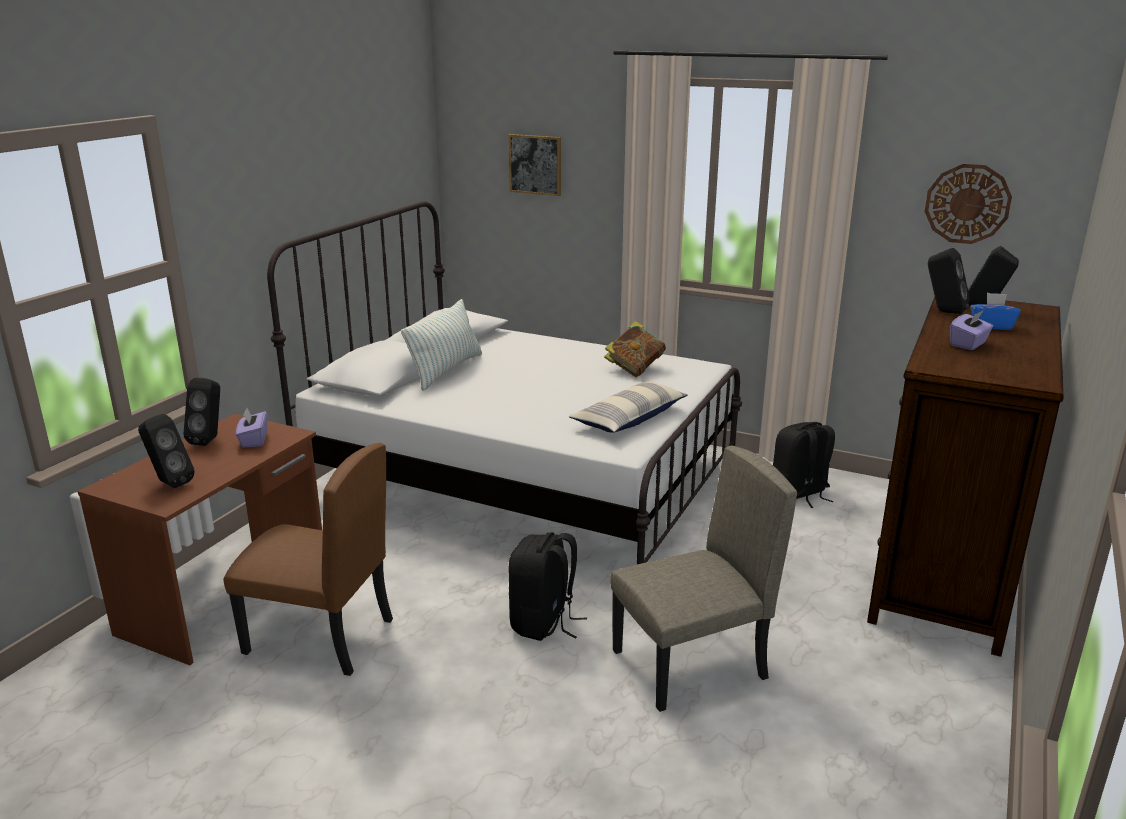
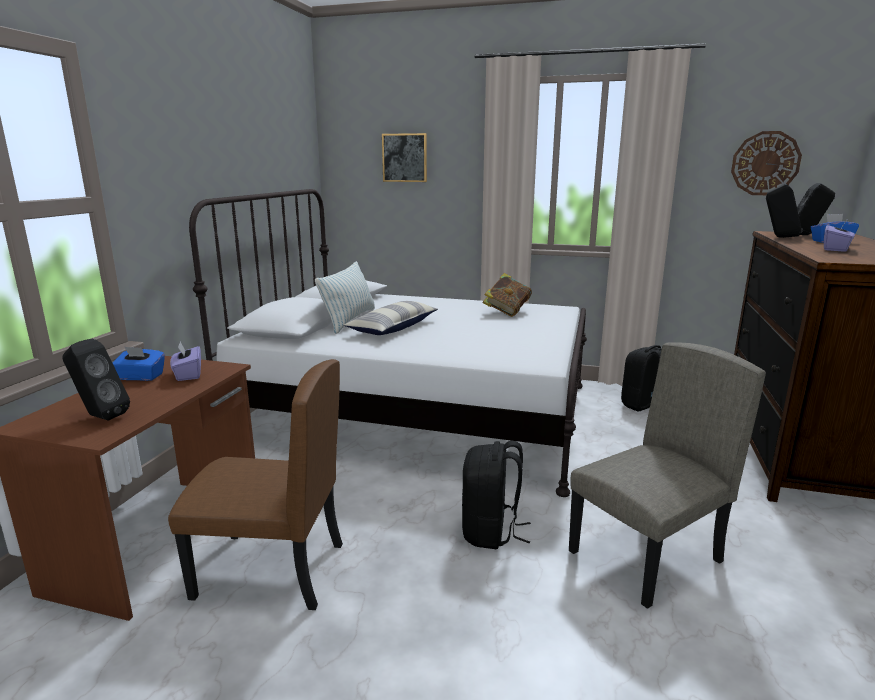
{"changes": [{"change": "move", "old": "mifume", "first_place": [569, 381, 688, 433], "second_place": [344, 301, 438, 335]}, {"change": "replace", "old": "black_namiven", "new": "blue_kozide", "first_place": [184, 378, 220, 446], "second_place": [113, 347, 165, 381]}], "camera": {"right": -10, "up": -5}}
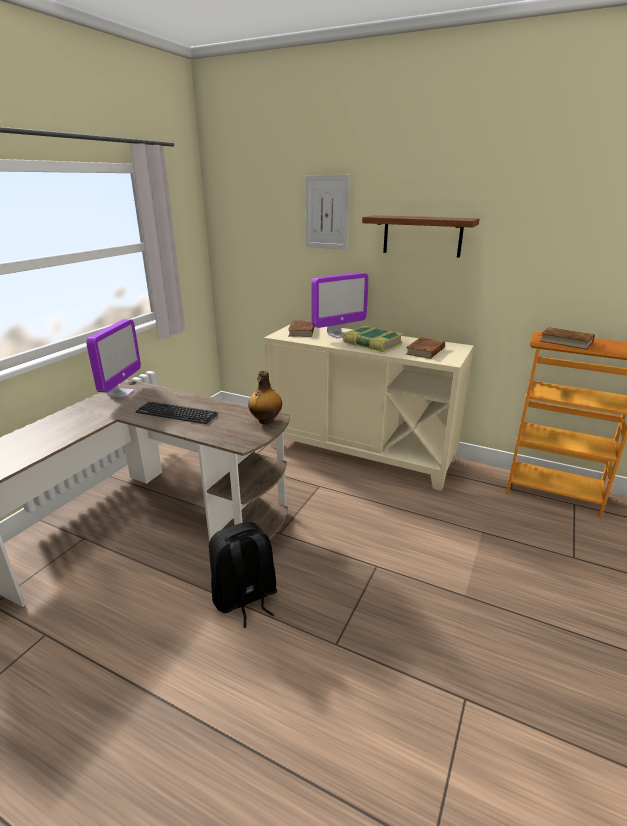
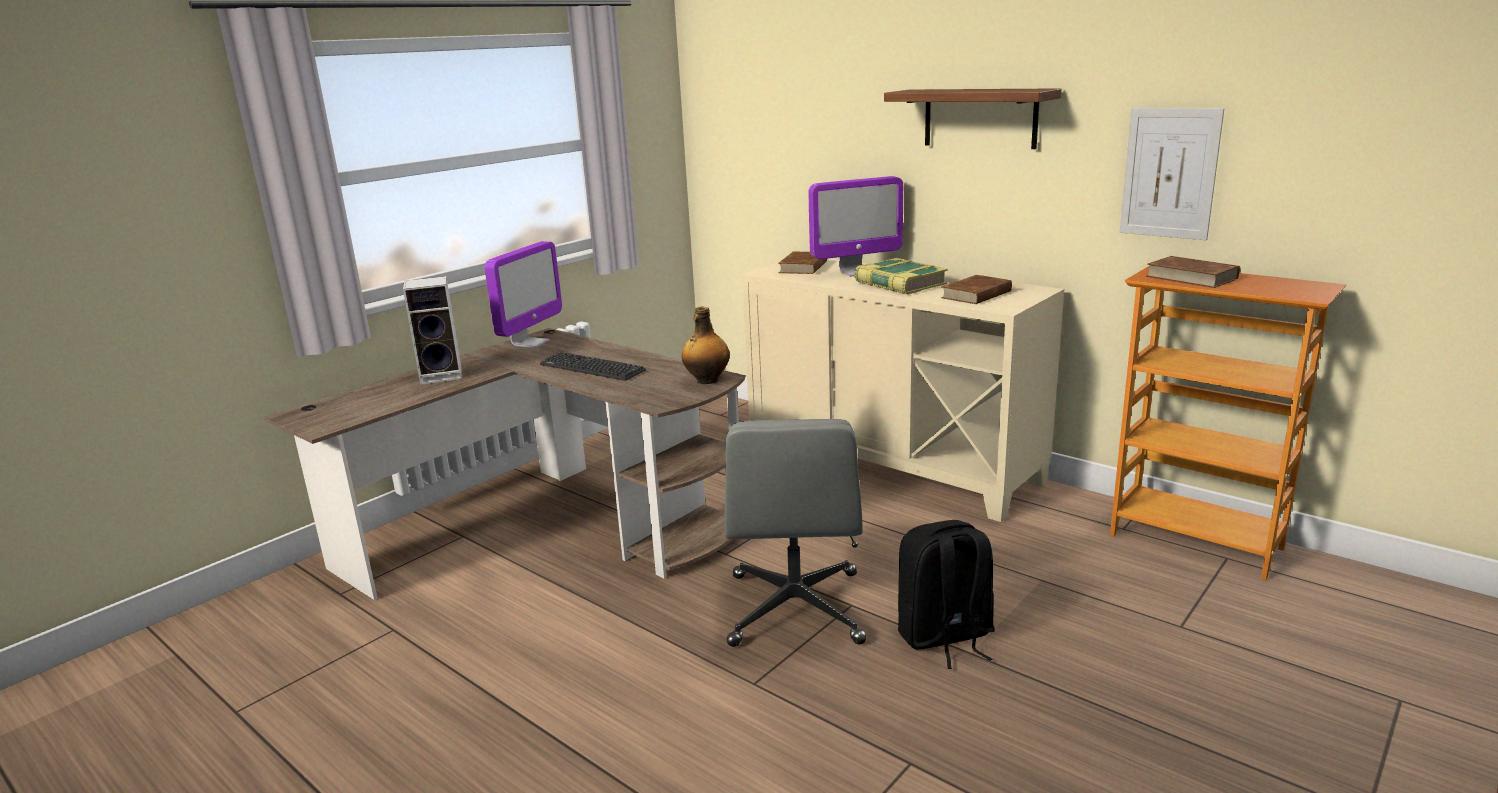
{"changes": [{"change": "insert", "new": "namiven", "second_place": [403, 276, 462, 385]}, {"change": "insert", "new": "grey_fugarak", "second_place": [725, 419, 866, 647]}, {"change": "move", "old": "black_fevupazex", "first_place": [209, 522, 277, 628], "second_place": [898, 520, 995, 669]}, {"change": "move", "old": "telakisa", "first_place": [306, 175, 349, 250], "second_place": [1120, 108, 1224, 240]}], "camera": {"right": 15, "up": -5}}
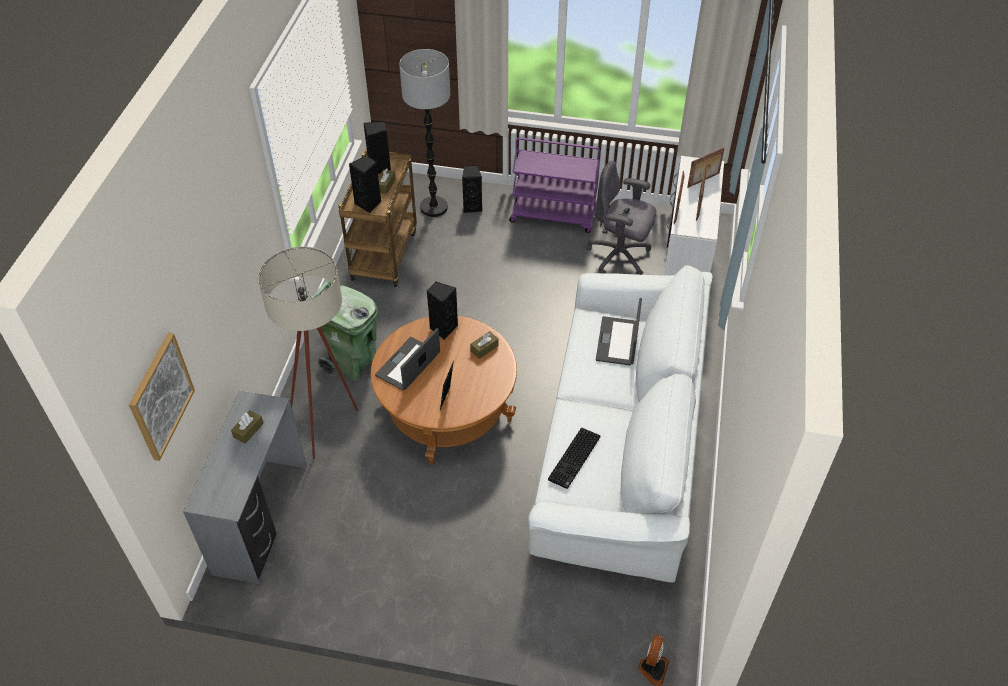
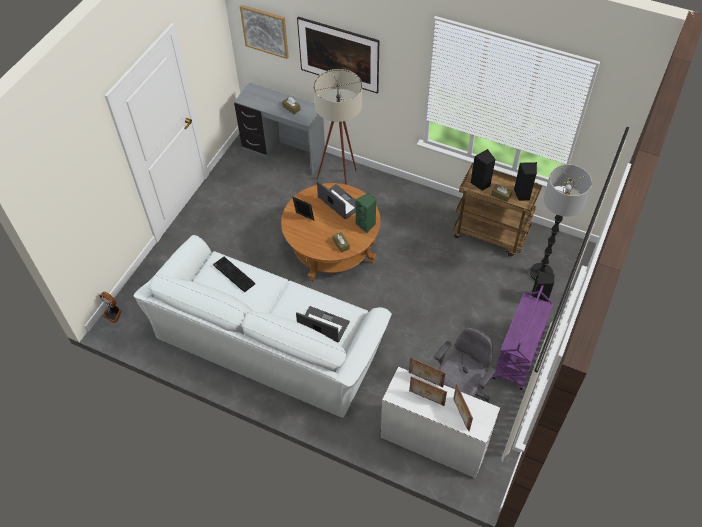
{"changes": [{"change": "delete", "old": "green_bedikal", "first_place": [310, 280, 378, 381]}, {"change": "insert", "new": "telakisa", "second_place": [297, 17, 379, 94]}, {"change": "recolor", "old": "black_namiven", "new": "green_namiven", "first_place": [427, 282, 458, 340], "second_place": [355, 193, 376, 233]}], "camera": {"right": 105, "up": 5}}
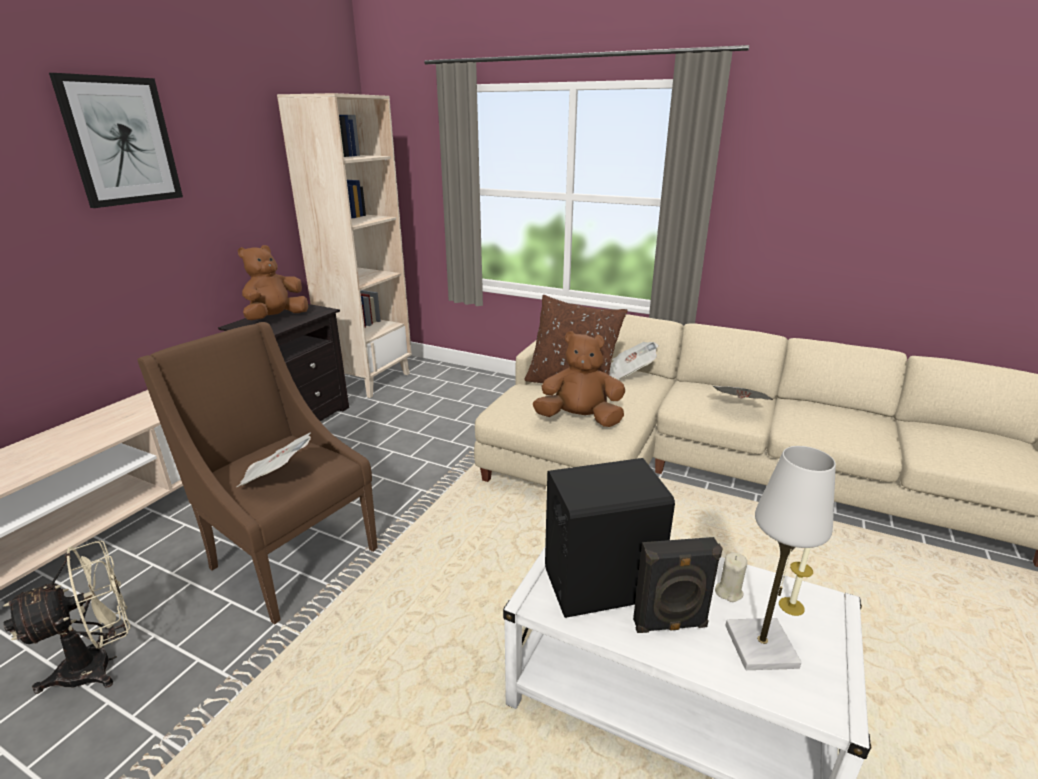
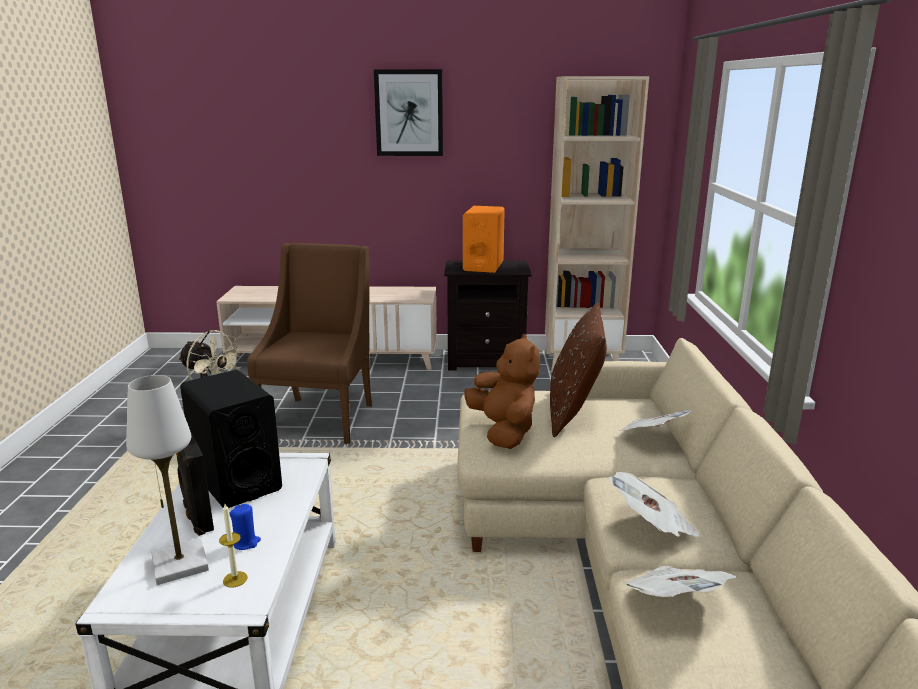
{"changes": [{"change": "move", "old": "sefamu", "first_place": [236, 432, 311, 488], "second_place": [622, 565, 737, 597]}, {"change": "replace", "old": "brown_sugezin", "new": "orange_namiven", "first_place": [238, 245, 308, 320], "second_place": [463, 206, 505, 273]}, {"change": "recolor", "old": "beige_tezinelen", "new": "blue_tezinelen", "first_place": [715, 552, 747, 602], "second_place": [229, 504, 261, 550]}], "camera": {"right": 65, "up": -5}}
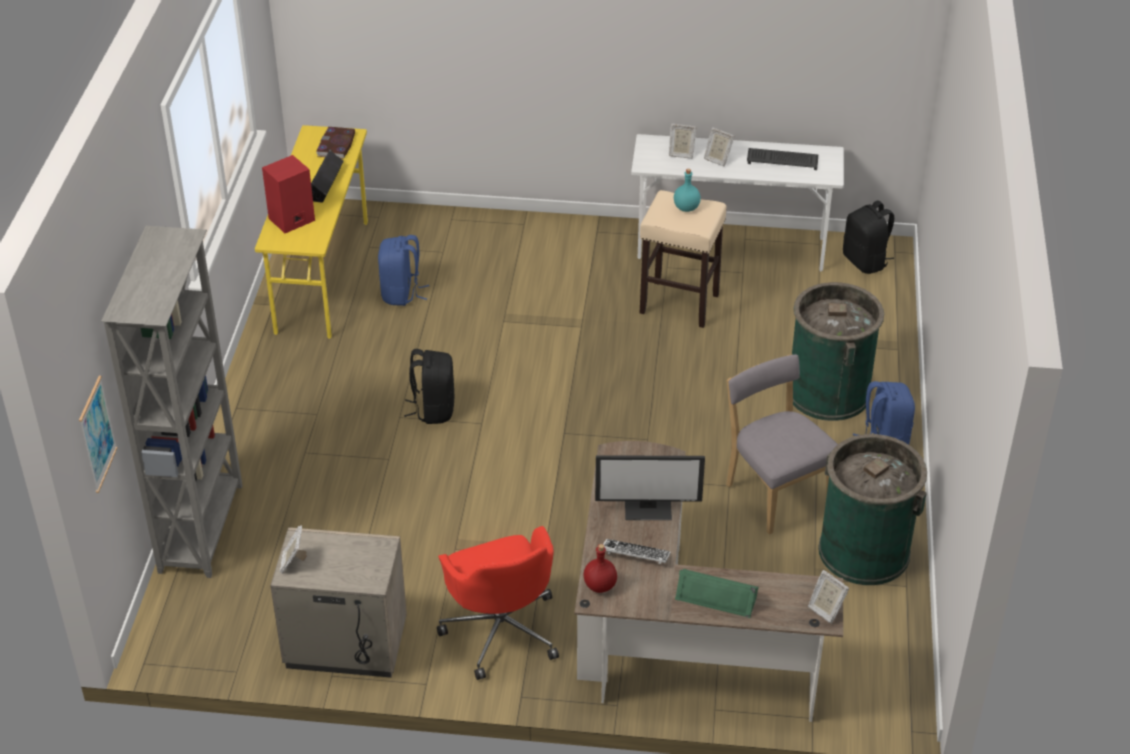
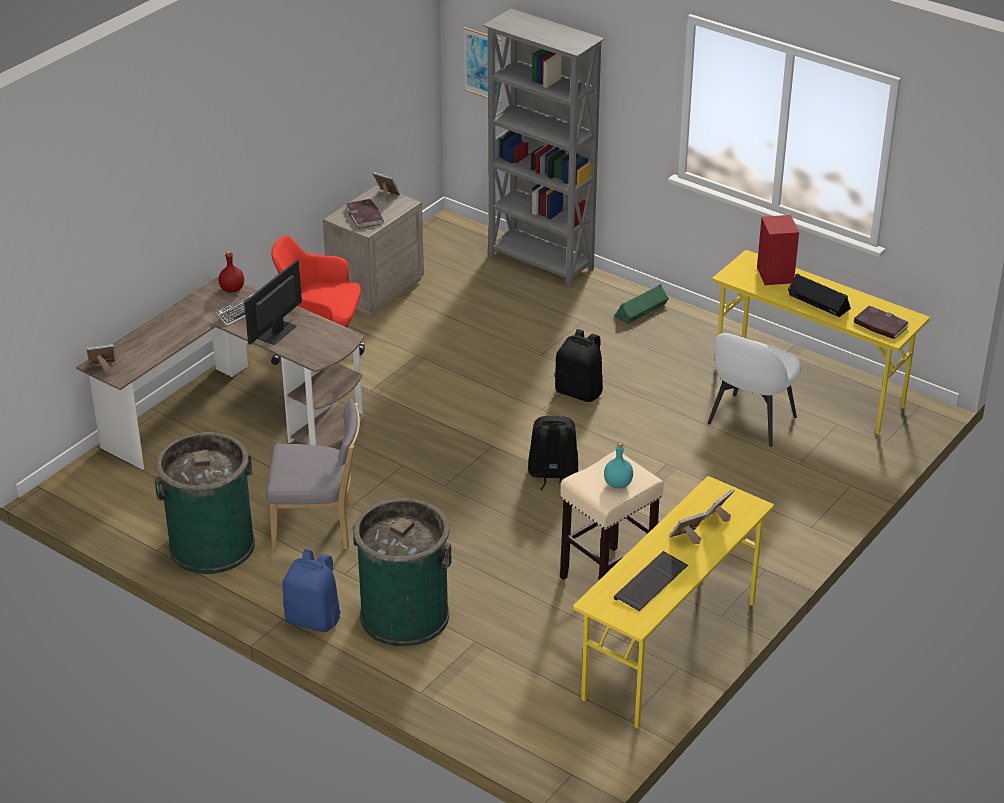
{"changes": [{"change": "insert", "new": "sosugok", "second_place": [345, 199, 384, 229]}, {"change": "move", "old": "green_namiven", "first_place": [675, 569, 759, 618], "second_place": [614, 284, 669, 324]}, {"change": "move", "old": "black_fevupazex", "first_place": [843, 200, 894, 274], "second_place": [528, 416, 578, 490]}, {"change": "replace", "old": "blue_fevupazex", "new": "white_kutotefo", "first_place": [378, 235, 429, 306], "second_place": [708, 333, 801, 447]}, {"change": "recolor", "old": "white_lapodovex", "new": "yellow_lapodovex", "first_place": [631, 134, 844, 271], "second_place": [573, 476, 774, 728]}], "camera": {"right": 120, "up": -5}}
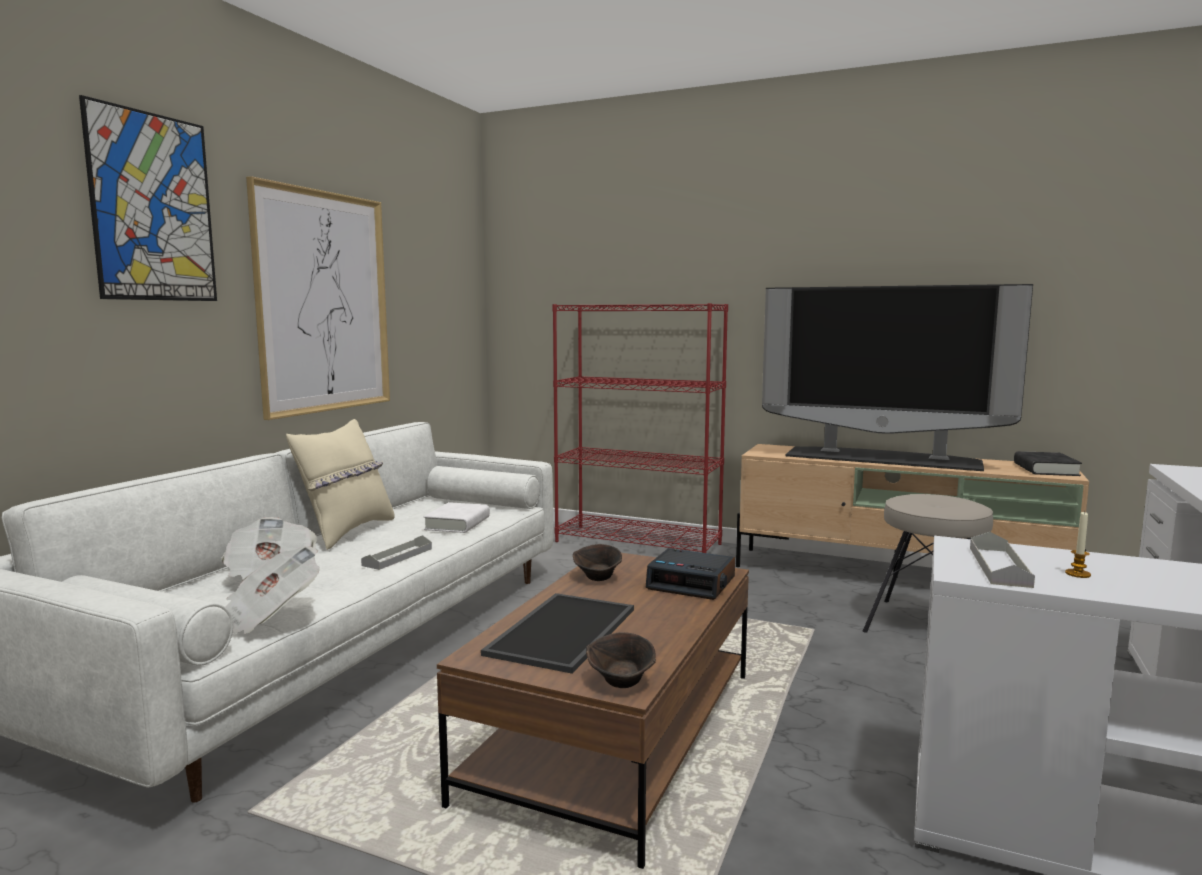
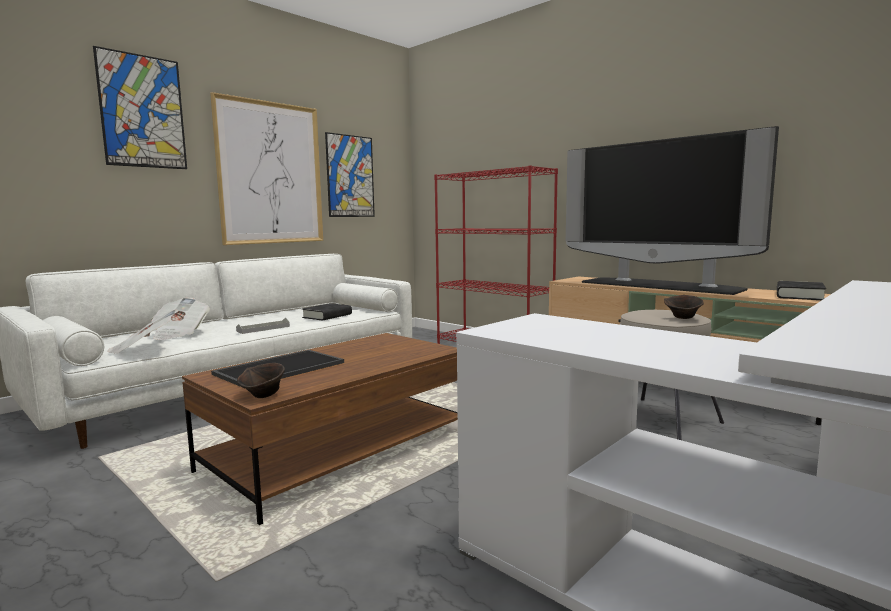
{"changes": [{"change": "delete", "old": "beige_mifume", "first_place": [286, 419, 395, 550]}, {"change": "delete", "old": "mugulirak", "first_place": [646, 548, 735, 600]}, {"change": "delete", "old": "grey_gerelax", "first_place": [970, 532, 1035, 588]}, {"change": "delete", "old": "tezinelen", "first_place": [1065, 511, 1091, 578]}, {"change": "insert", "new": "telakisa", "second_place": [325, 132, 375, 217]}, {"change": "move", "old": "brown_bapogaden", "first_place": [573, 544, 622, 581], "second_place": [664, 295, 704, 319]}, {"change": "recolor", "old": "white_sosugok", "new": "black_sosugok", "first_place": [423, 502, 490, 533], "second_place": [302, 303, 352, 321]}], "camera": {"right": 20, "up": 0}}
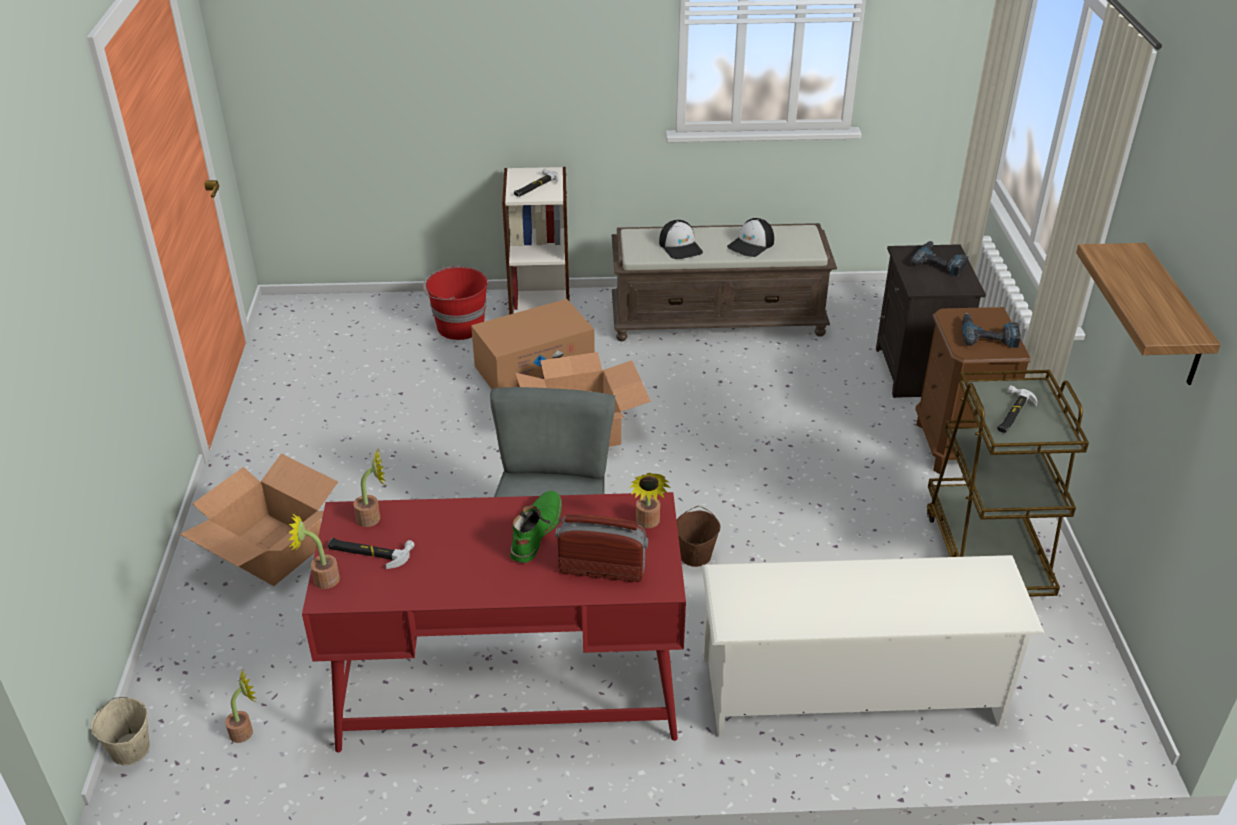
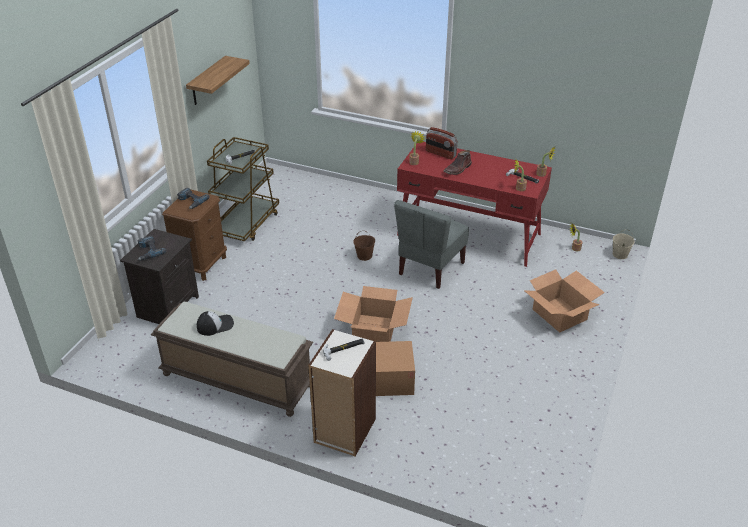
{"changes": [{"change": "delete", "old": "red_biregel", "first_place": [423, 265, 488, 340]}, {"change": "delete", "old": "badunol", "first_place": [659, 220, 703, 259]}, {"change": "delete", "old": "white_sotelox", "first_place": [702, 555, 1045, 737]}, {"change": "recolor", "old": "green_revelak", "new": "brown_revelak", "first_place": [510, 491, 562, 563], "second_place": [444, 150, 472, 175]}], "camera": {"right": -155, "up": 0}}
